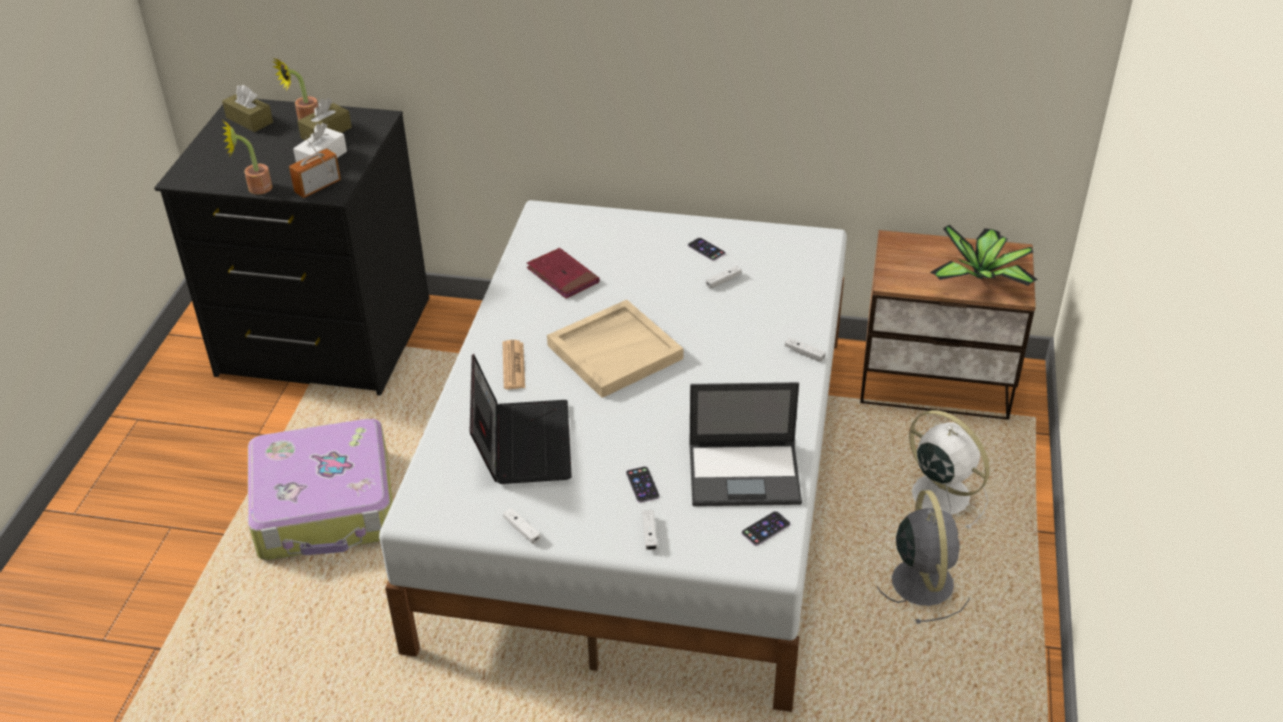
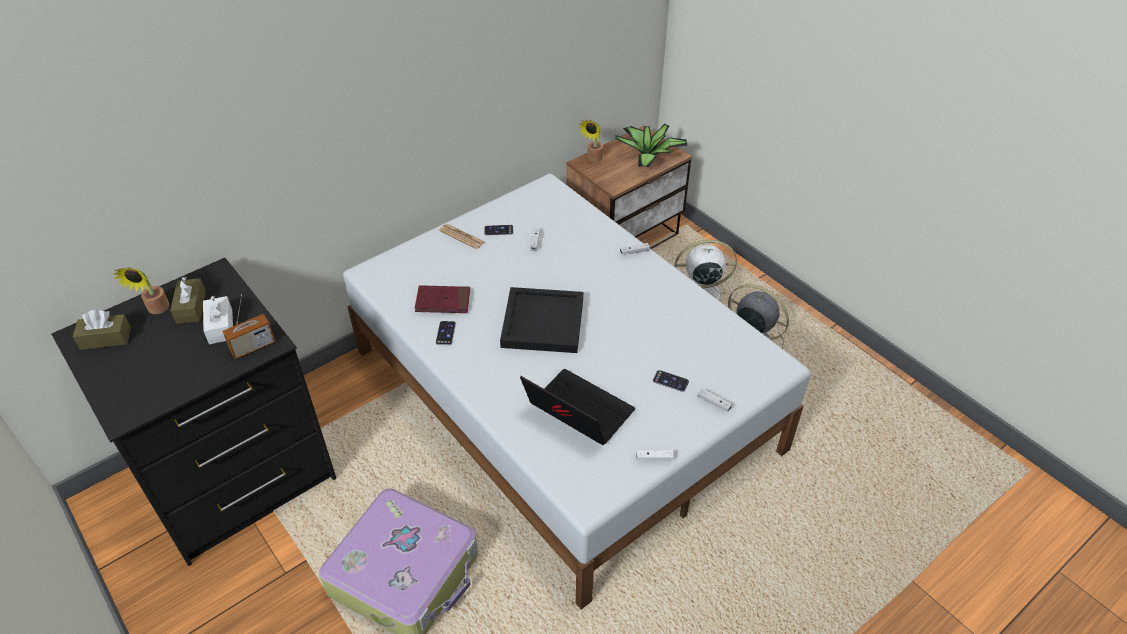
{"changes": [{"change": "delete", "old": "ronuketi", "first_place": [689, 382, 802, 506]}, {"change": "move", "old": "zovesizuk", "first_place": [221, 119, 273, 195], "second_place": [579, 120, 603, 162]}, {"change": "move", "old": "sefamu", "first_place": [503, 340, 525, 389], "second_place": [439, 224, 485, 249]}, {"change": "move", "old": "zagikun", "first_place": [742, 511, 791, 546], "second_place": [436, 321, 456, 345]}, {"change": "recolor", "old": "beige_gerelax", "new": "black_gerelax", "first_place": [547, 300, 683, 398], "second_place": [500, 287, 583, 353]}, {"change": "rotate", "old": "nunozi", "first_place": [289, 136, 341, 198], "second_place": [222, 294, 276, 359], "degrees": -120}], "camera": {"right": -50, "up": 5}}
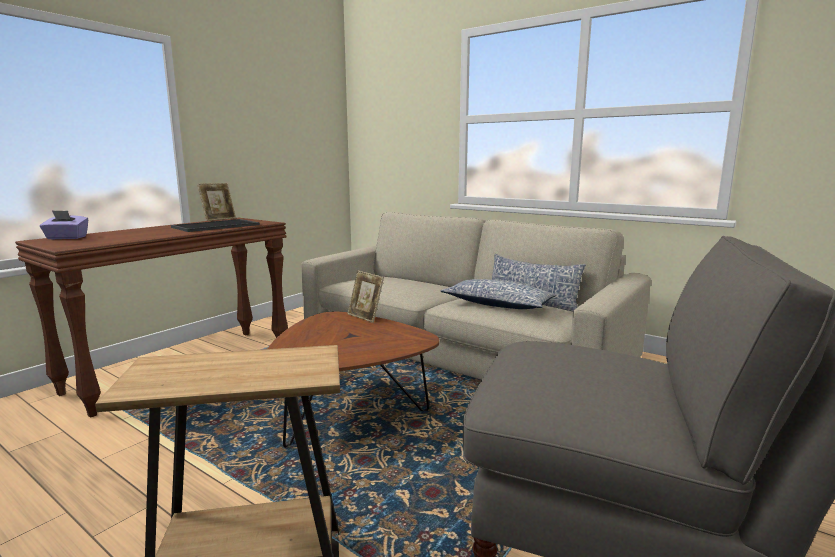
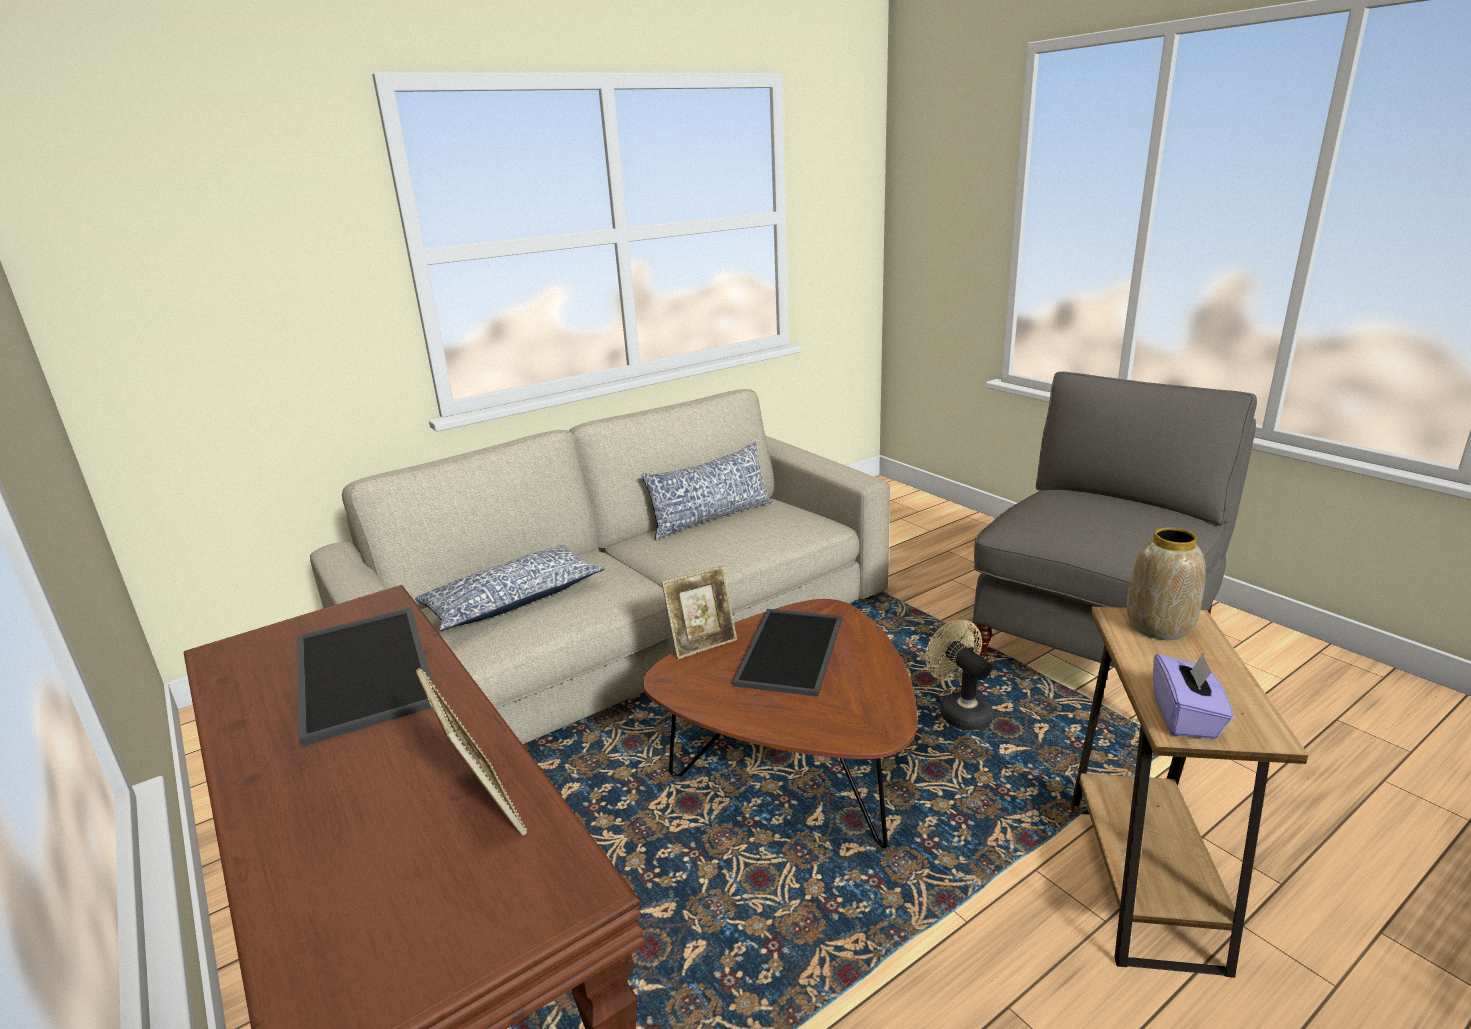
{"changes": [{"change": "insert", "new": "gerelax", "second_place": [732, 609, 842, 697]}, {"change": "insert", "new": "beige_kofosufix", "second_place": [925, 620, 994, 731]}, {"change": "insert", "new": "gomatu", "second_place": [1127, 527, 1206, 640]}, {"change": "move", "old": "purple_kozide", "first_place": [39, 211, 88, 239], "second_place": [1153, 652, 1233, 739]}, {"change": "move", "old": "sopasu", "first_place": [197, 183, 236, 221], "second_place": [416, 668, 527, 836]}, {"change": "move", "old": "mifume", "first_place": [440, 279, 557, 309], "second_place": [415, 545, 604, 631]}], "camera": {"right": -70, "up": 10}}
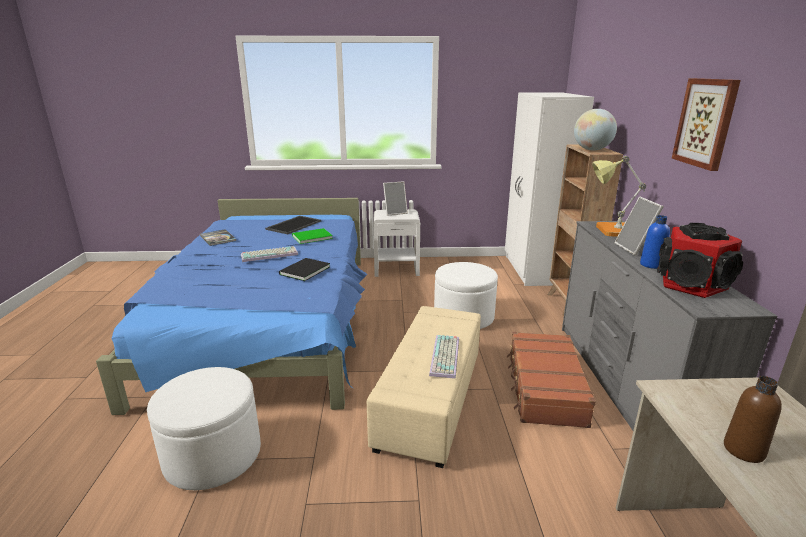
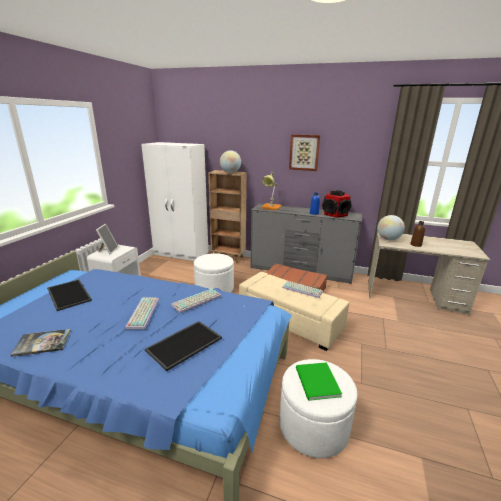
{"changes": [{"change": "delete", "old": "sopasu", "first_place": [614, 197, 664, 256]}, {"change": "insert", "new": "gerelax", "second_place": [145, 321, 222, 371]}, {"change": "insert", "new": "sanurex", "second_place": [377, 215, 405, 240]}, {"change": "move", "old": "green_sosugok", "first_place": [292, 228, 333, 244], "second_place": [296, 362, 342, 401]}, {"change": "replace", "old": "black_sosugok", "new": "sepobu", "first_place": [279, 258, 330, 281], "second_place": [171, 288, 222, 313]}], "camera": {"right": -70, "up": 0}}
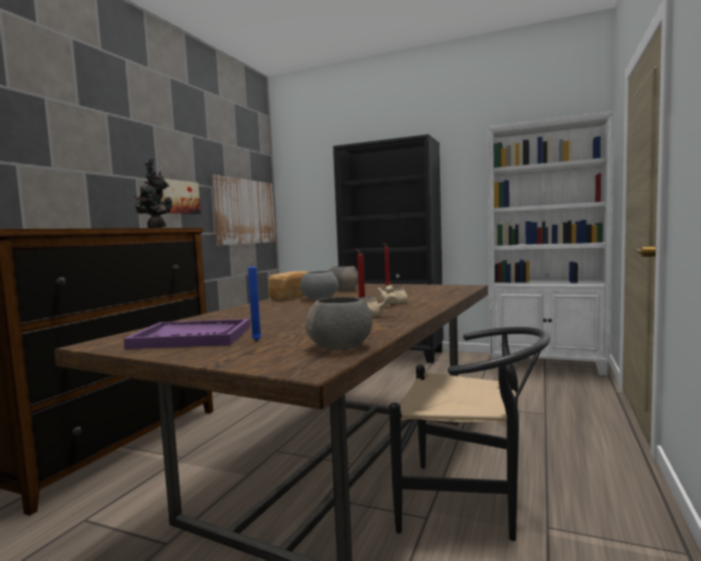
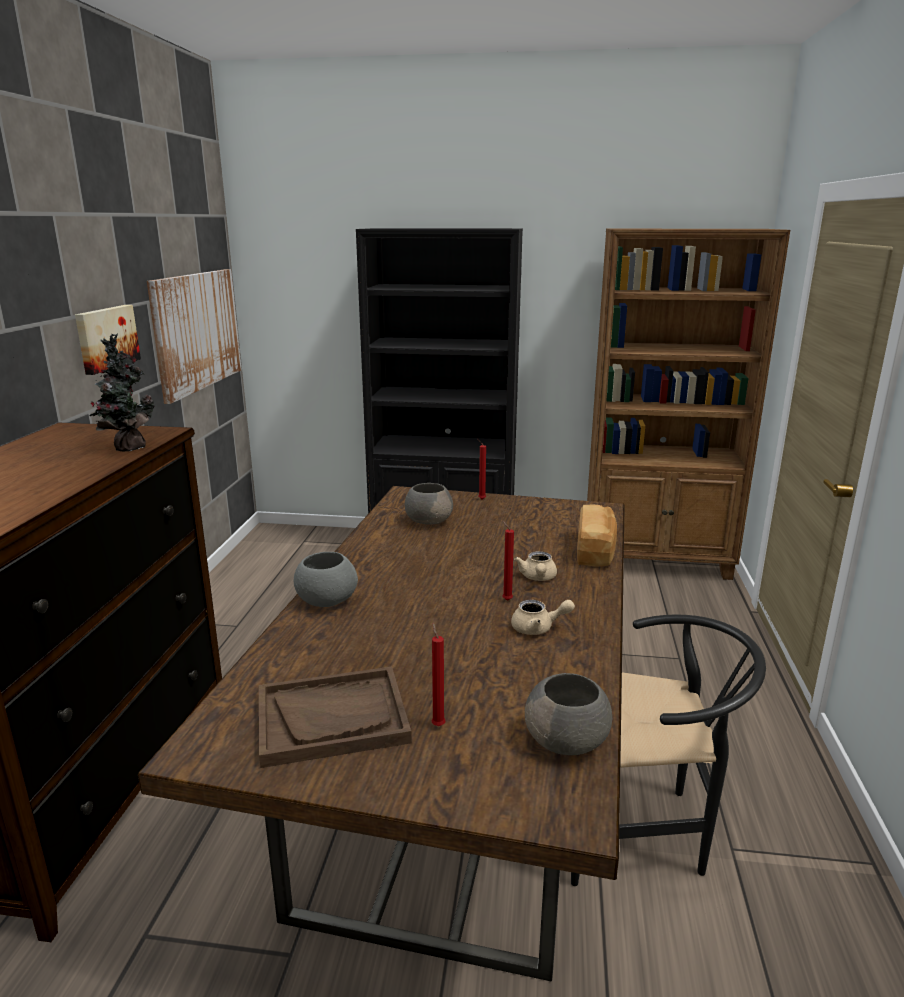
{"changes": [{"change": "move", "old": "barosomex", "first_place": [268, 271, 307, 300], "second_place": [577, 505, 617, 567]}, {"change": "move", "old": "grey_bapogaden", "first_place": [301, 271, 339, 300], "second_place": [294, 552, 358, 607]}, {"change": "recolor", "old": "purple_gerelax", "new": "brown_gerelax", "first_place": [124, 319, 250, 349], "second_place": [259, 667, 412, 768]}, {"change": "recolor", "old": "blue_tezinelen", "new": "red_tezinelen", "first_place": [248, 259, 262, 341], "second_place": [432, 623, 445, 726]}, {"change": "recolor", "old": "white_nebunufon", "new": "brown_nebunufon", "first_place": [487, 111, 614, 376], "second_place": [587, 229, 790, 580]}], "camera": {"right": -15, "up": 15}}
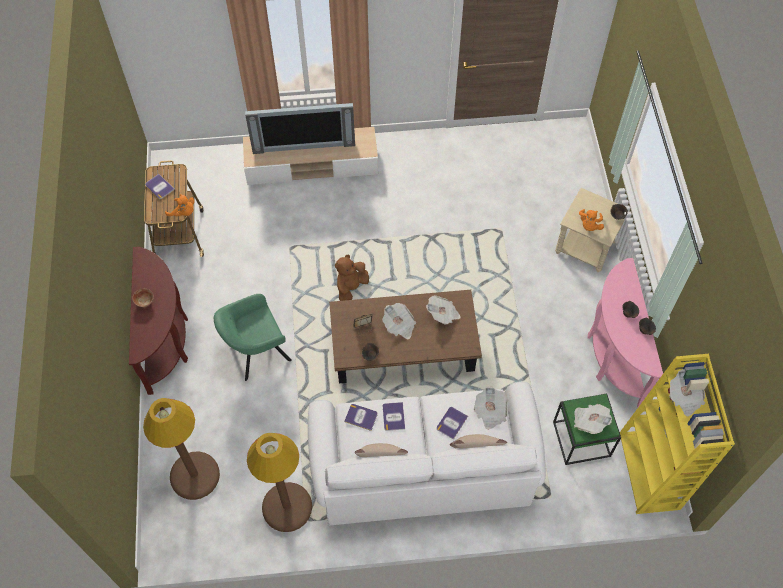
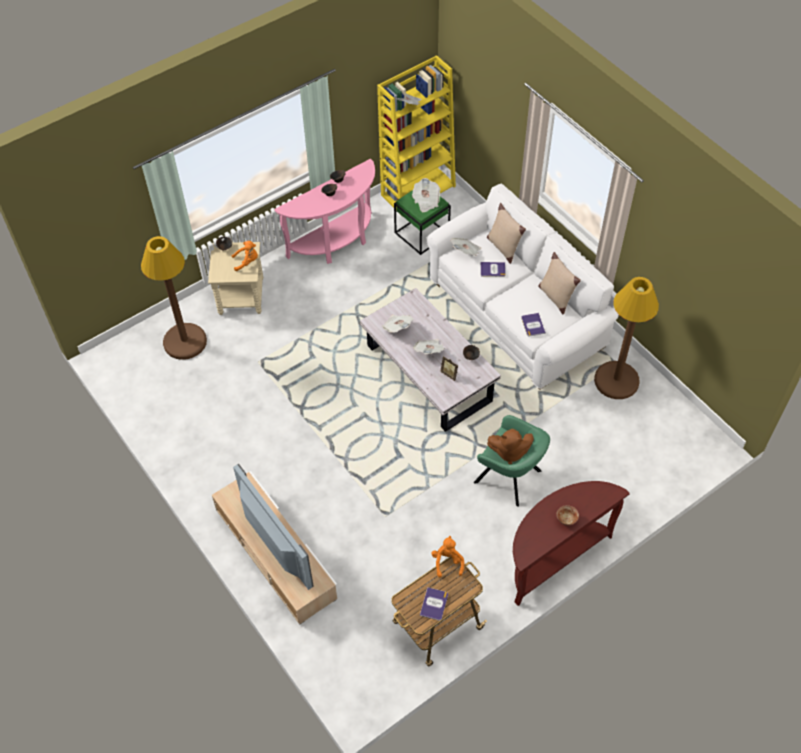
{"changes": [{"change": "delete", "old": "sosugok", "first_place": [383, 402, 405, 431]}, {"change": "move", "old": "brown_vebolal", "first_place": [143, 398, 220, 500], "second_place": [141, 236, 207, 360]}, {"change": "move", "old": "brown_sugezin", "first_place": [335, 254, 369, 301], "second_place": [487, 429, 534, 464]}, {"change": "recolor", "old": "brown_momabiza", "new": "white_momabiza", "first_place": [329, 290, 482, 383], "second_place": [360, 288, 501, 432]}], "camera": {"right": -120, "up": -5}}
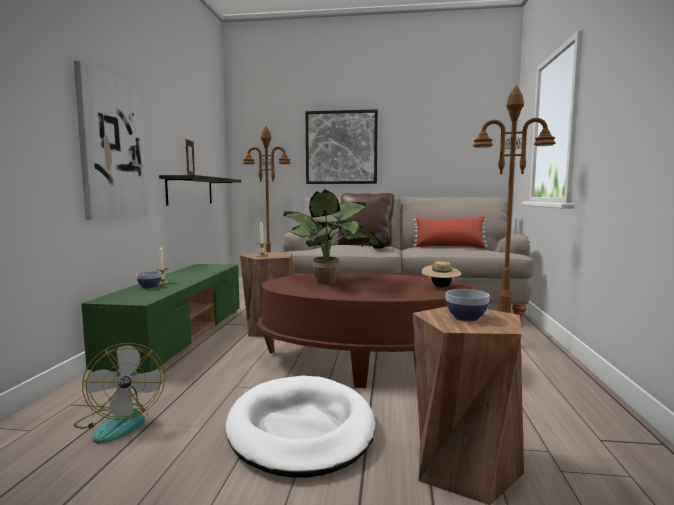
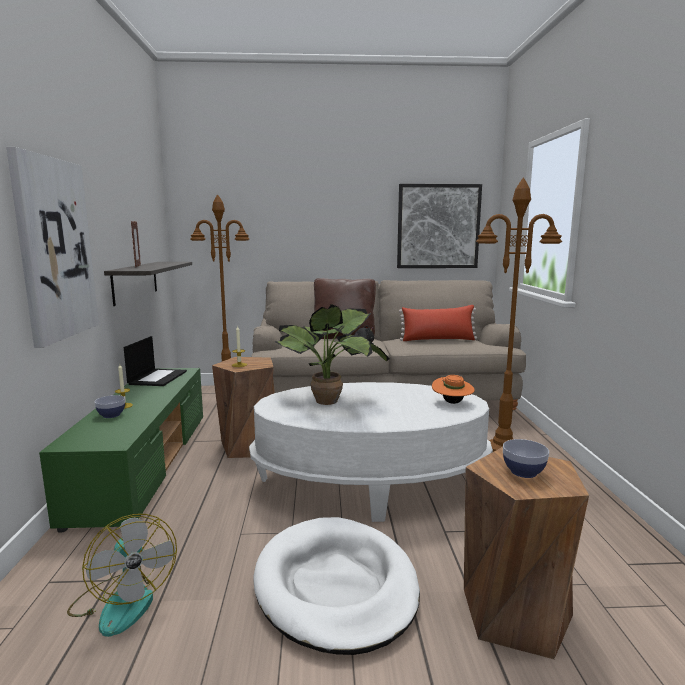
{"changes": [{"change": "insert", "new": "ronuketi", "second_place": [124, 336, 187, 386]}, {"change": "move", "old": "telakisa", "first_place": [306, 110, 378, 184], "second_place": [397, 184, 482, 268]}, {"change": "recolor", "old": "brown_momabiza", "new": "white_momabiza", "first_place": [256, 273, 475, 388], "second_place": [249, 382, 493, 522]}, {"change": "recolor", "old": "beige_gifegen", "new": "orange_gifegen", "first_place": [421, 261, 461, 287], "second_place": [432, 375, 475, 404]}], "camera": {"right": -10, "up": 5}}
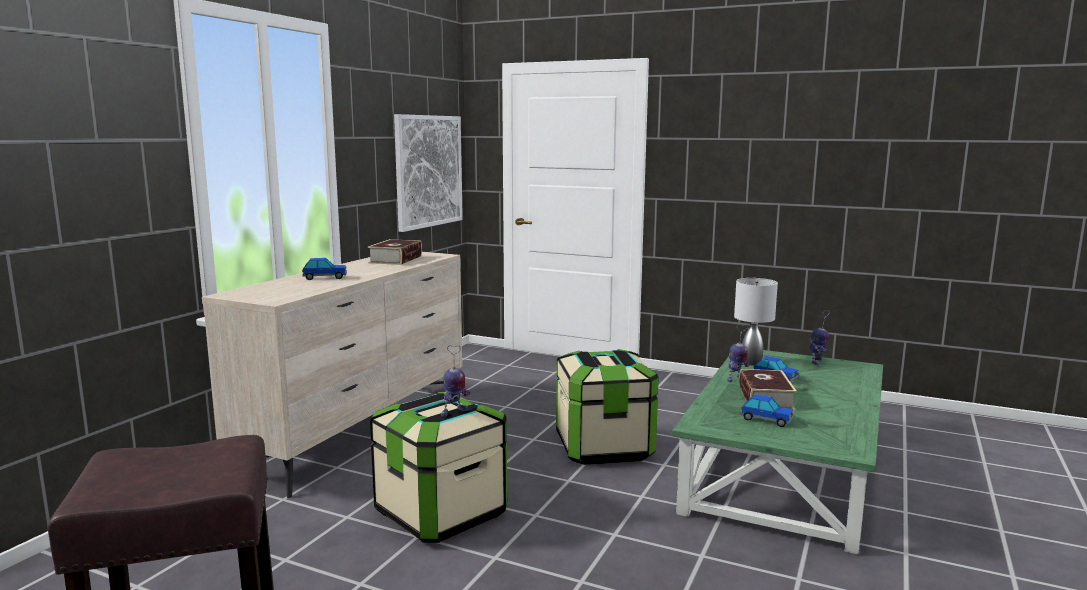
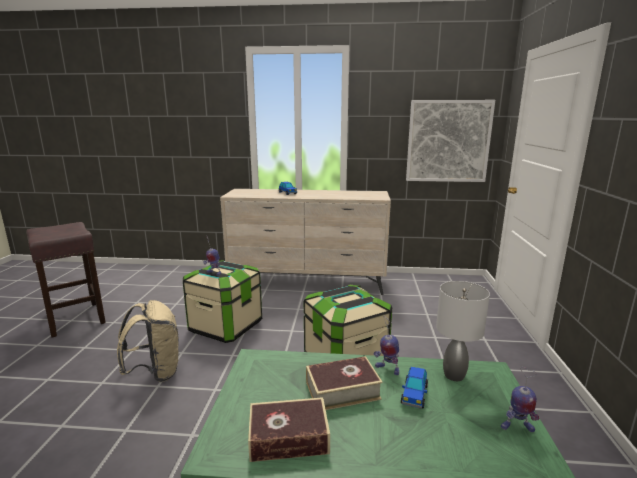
{"changes": [{"change": "delete", "old": "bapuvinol", "first_place": [741, 394, 794, 427]}, {"change": "insert", "new": "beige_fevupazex", "second_place": [117, 300, 180, 382]}, {"change": "move", "old": "sosugok", "first_place": [368, 239, 422, 265], "second_place": [248, 397, 330, 462]}], "camera": {"right": 70, "up": 5}}
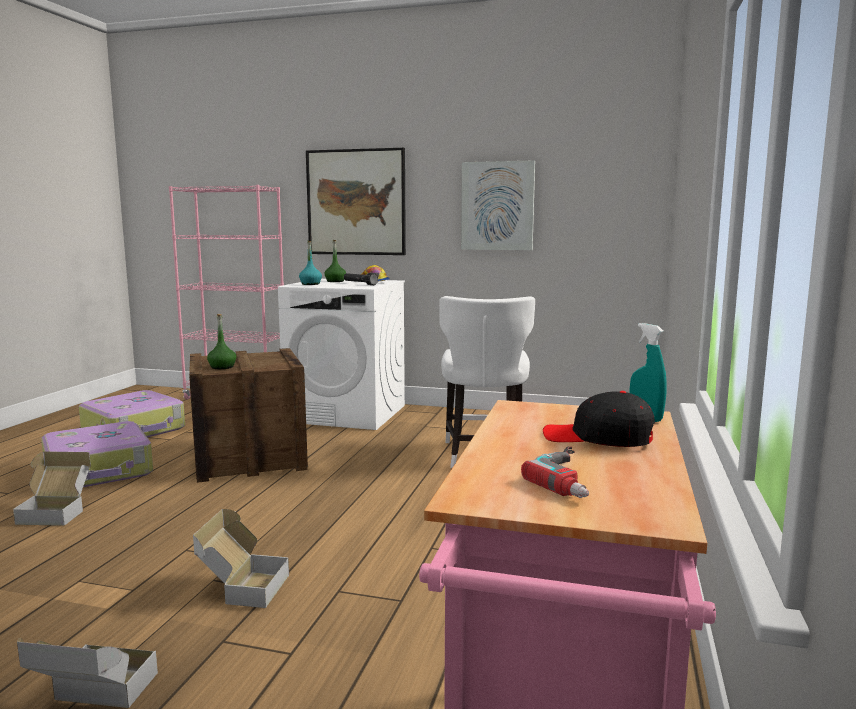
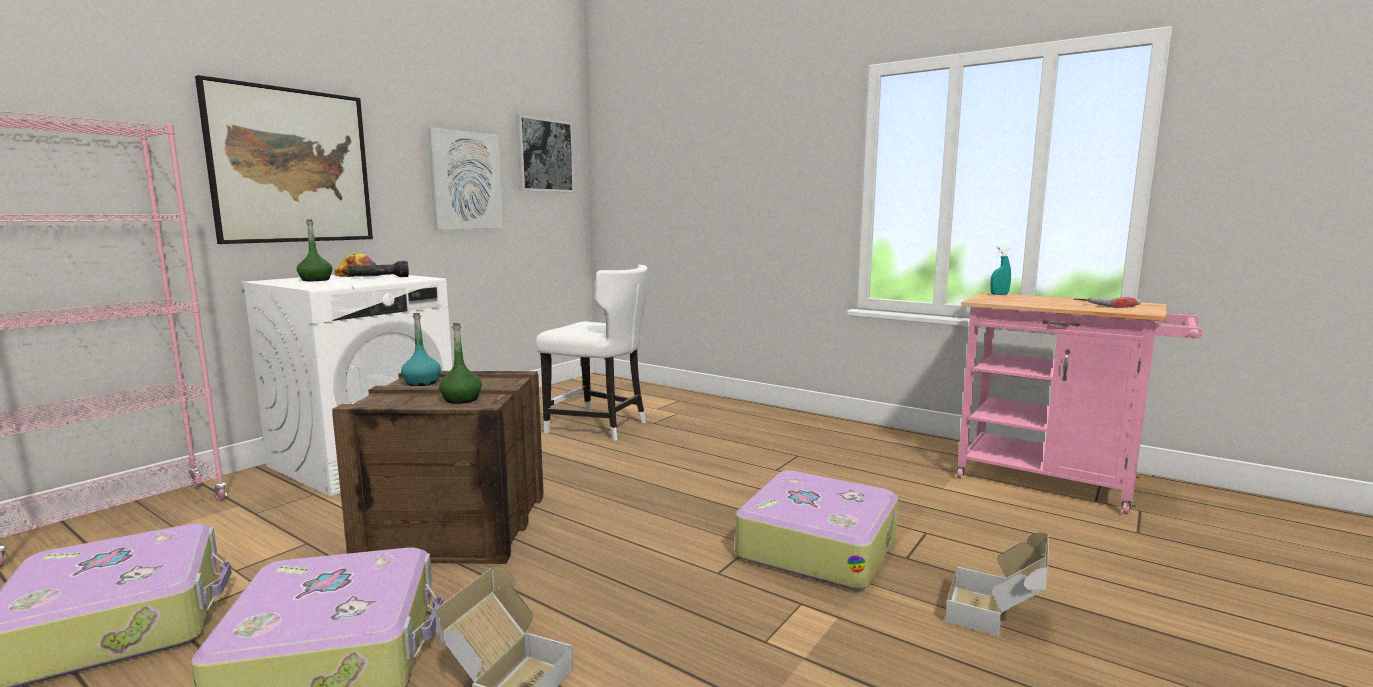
{"changes": [{"change": "delete", "old": "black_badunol", "first_place": [543, 391, 655, 447]}, {"change": "insert", "new": "telakisa", "second_place": [516, 114, 575, 192]}, {"change": "move", "old": "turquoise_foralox", "first_place": [299, 241, 322, 285], "second_place": [401, 313, 441, 386]}, {"change": "replace", "old": "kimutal", "new": "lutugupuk", "first_place": [193, 509, 289, 608], "second_place": [735, 470, 898, 590]}], "camera": {"right": -70, "up": 0}}
